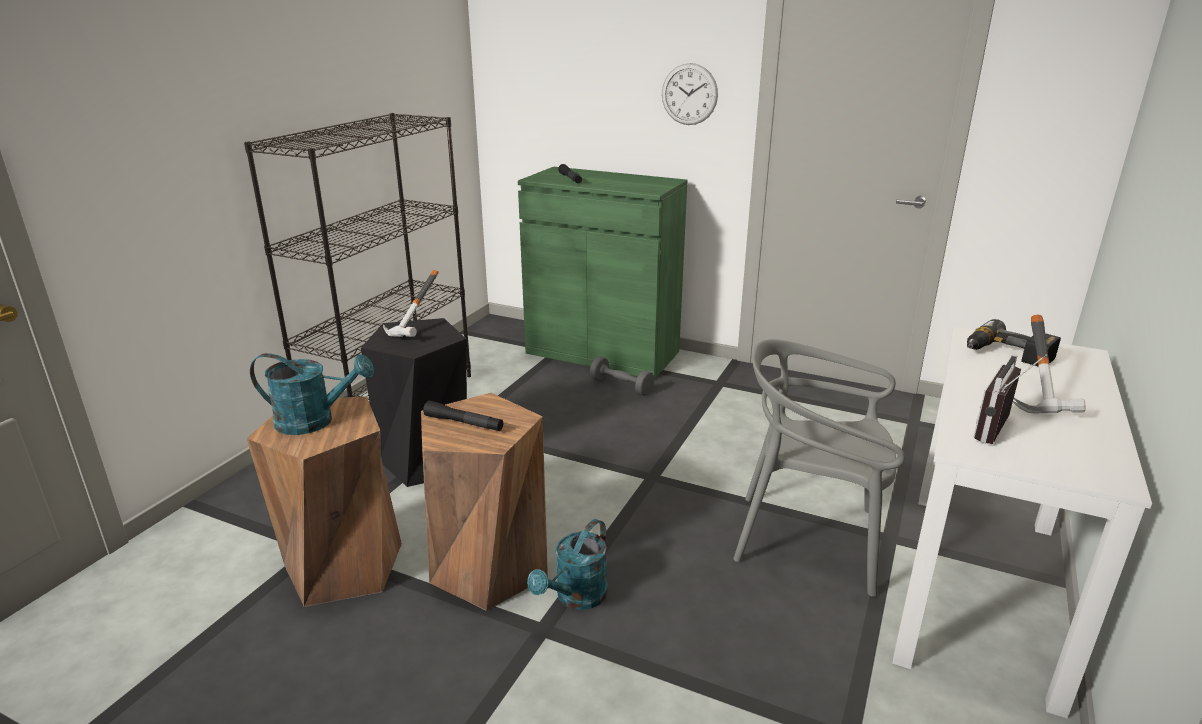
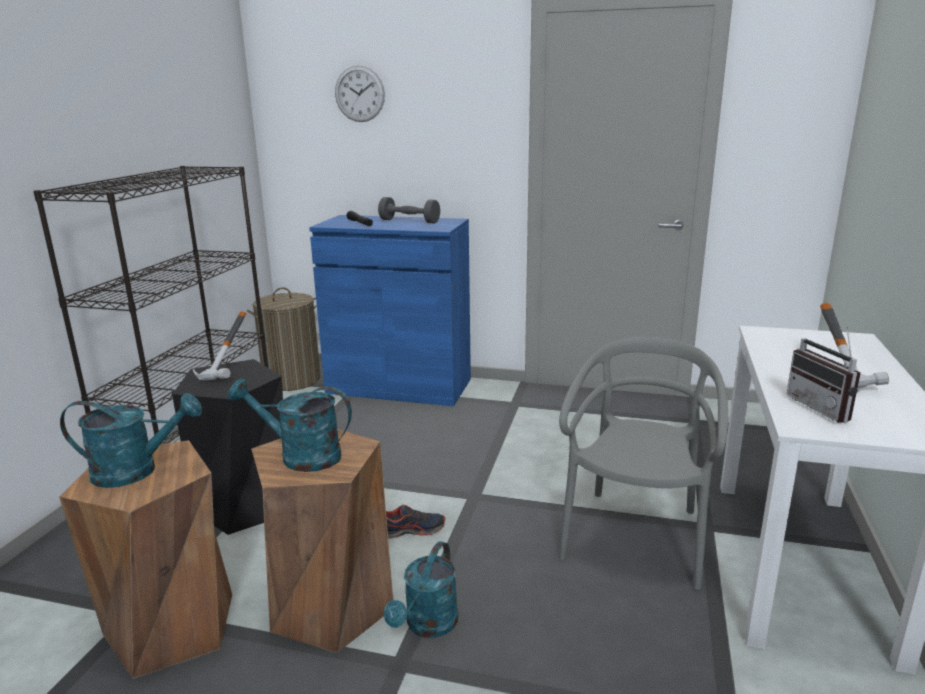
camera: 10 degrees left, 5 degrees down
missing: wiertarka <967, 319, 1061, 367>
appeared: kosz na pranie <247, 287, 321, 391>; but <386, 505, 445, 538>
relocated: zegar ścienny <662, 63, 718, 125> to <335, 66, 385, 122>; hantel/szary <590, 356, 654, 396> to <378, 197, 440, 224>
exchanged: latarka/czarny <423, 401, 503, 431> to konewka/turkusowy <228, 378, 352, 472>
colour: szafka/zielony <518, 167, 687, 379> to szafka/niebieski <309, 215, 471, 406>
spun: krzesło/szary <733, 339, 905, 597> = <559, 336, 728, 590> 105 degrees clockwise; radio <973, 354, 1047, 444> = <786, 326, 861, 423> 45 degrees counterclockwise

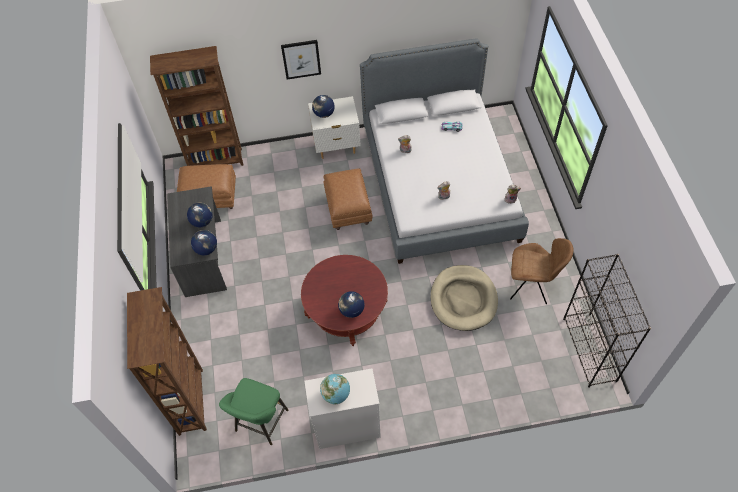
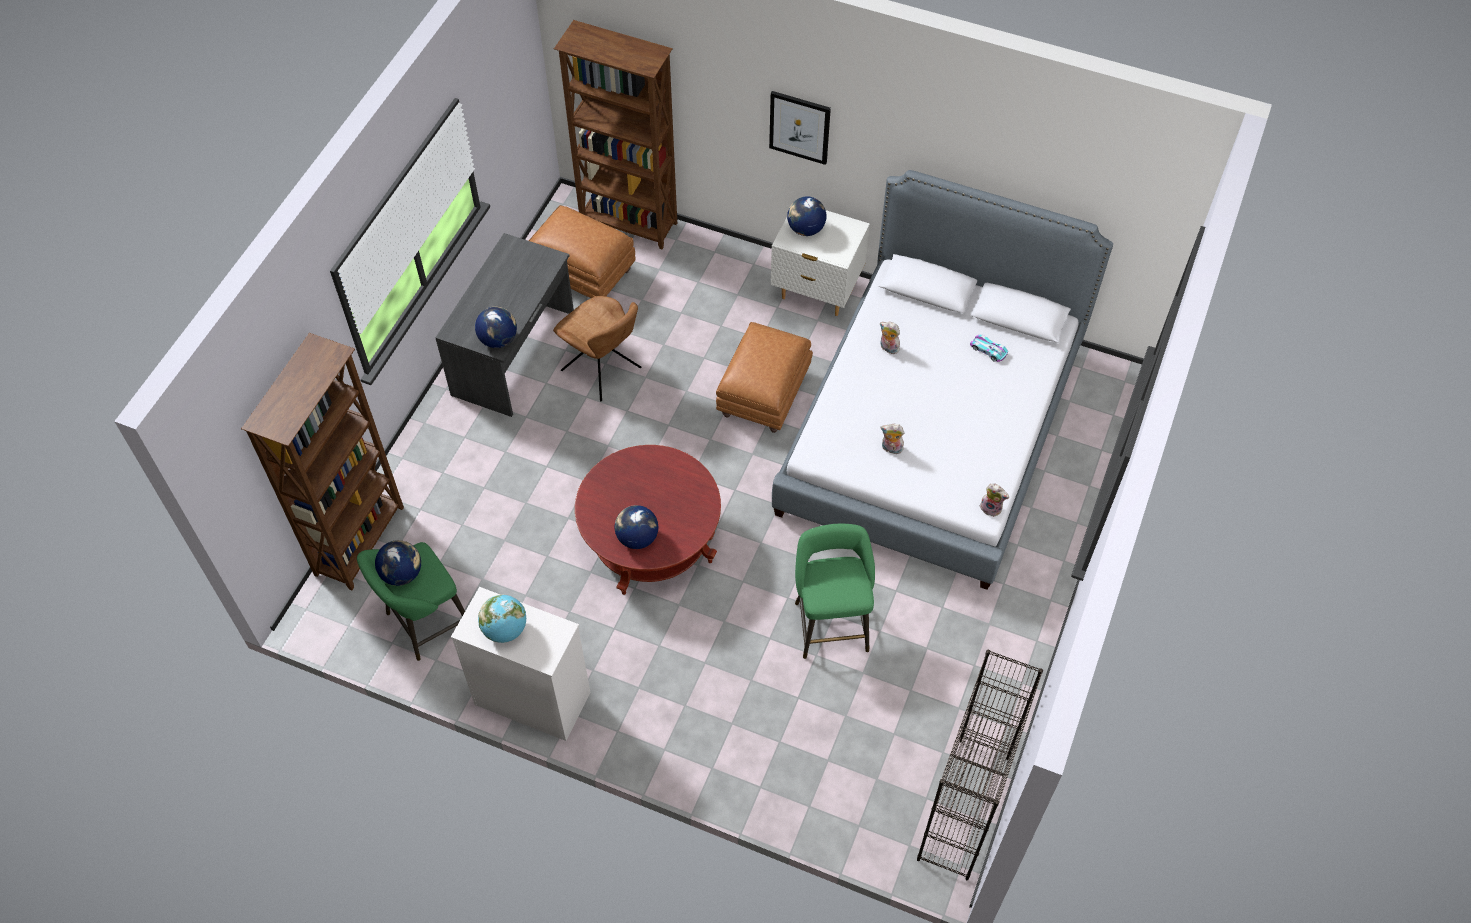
camera: 30 degrees right, 0 degrees up
relocated: globus <187, 202, 213, 227> to <375, 540, 421, 586>; krzesło/brązowy <510, 238, 574, 304> to <553, 296, 641, 402>
exchanged: legowisko/beżowy <431, 265, 498, 331> to stołek/zielony <795, 524, 875, 659>

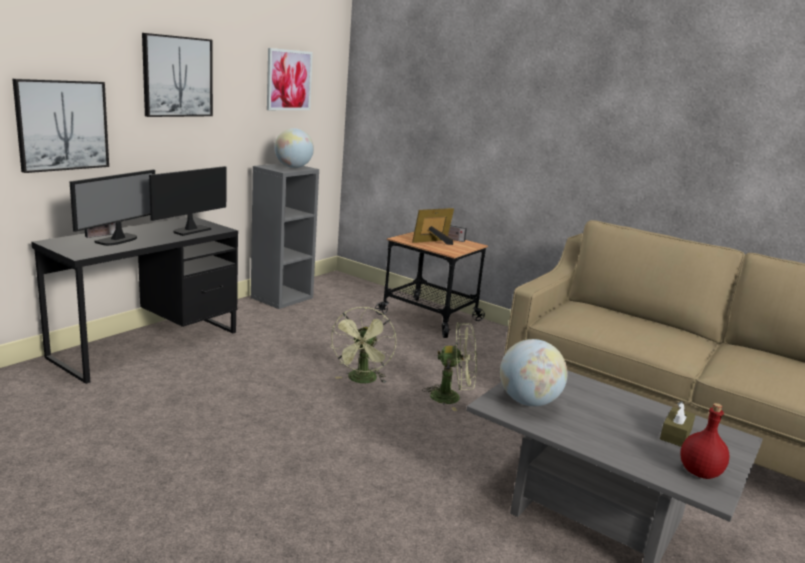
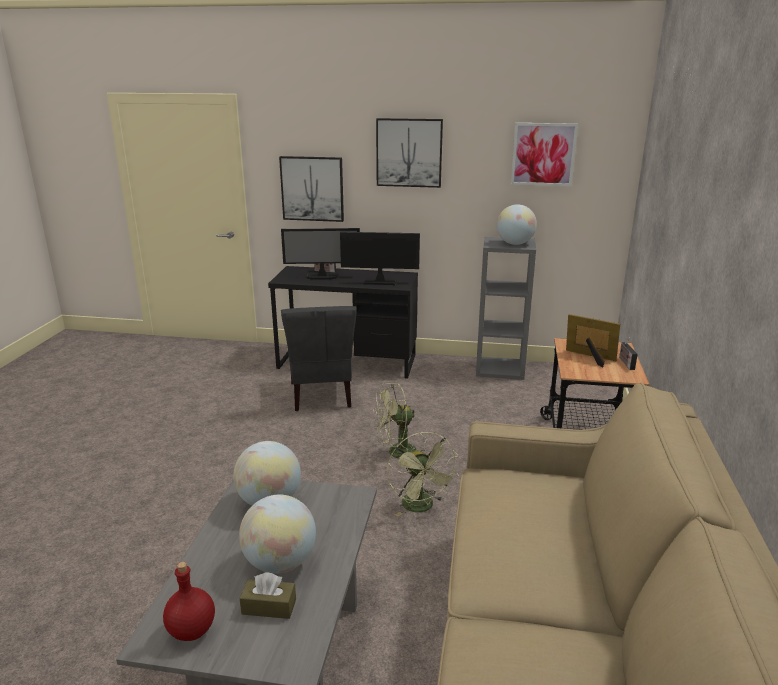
camera: 65 degrees right, 5 degrees up
appeared: krzesło/szary <281, 306, 356, 411>; globus <239, 495, 316, 574>

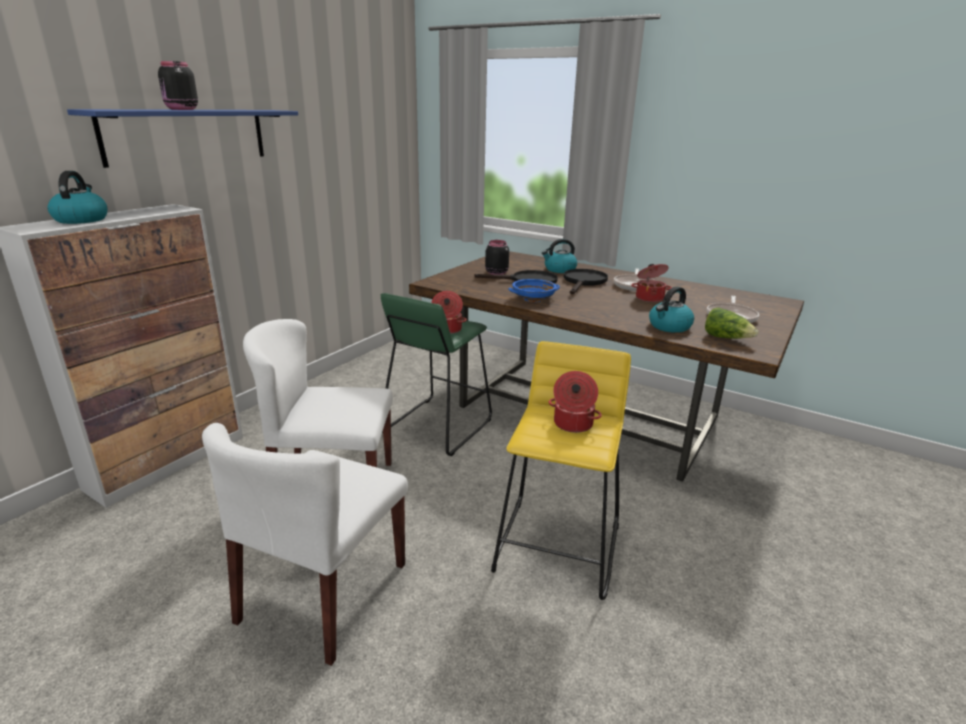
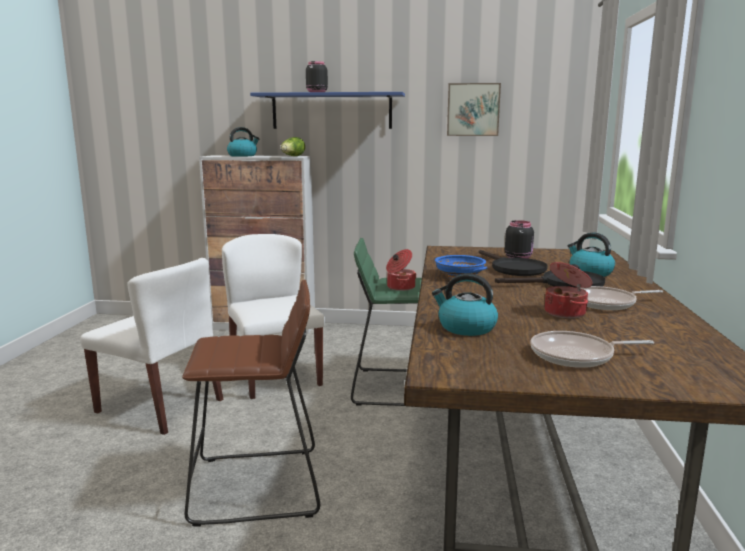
camera: 65 degrees right, 10 degrees down
missing: garnek <549, 371, 602, 433>
appeared: obraz <447, 83, 501, 136>
relocated: sałata <705, 307, 758, 339> to <281, 137, 305, 156>
colour: stołek/żółty <491, 341, 631, 600> to stołek/brązowy <182, 280, 320, 527>
spun: krzesło/biały <202, 423, 408, 666> = <80, 258, 223, 435> 150 degrees counterclockwise

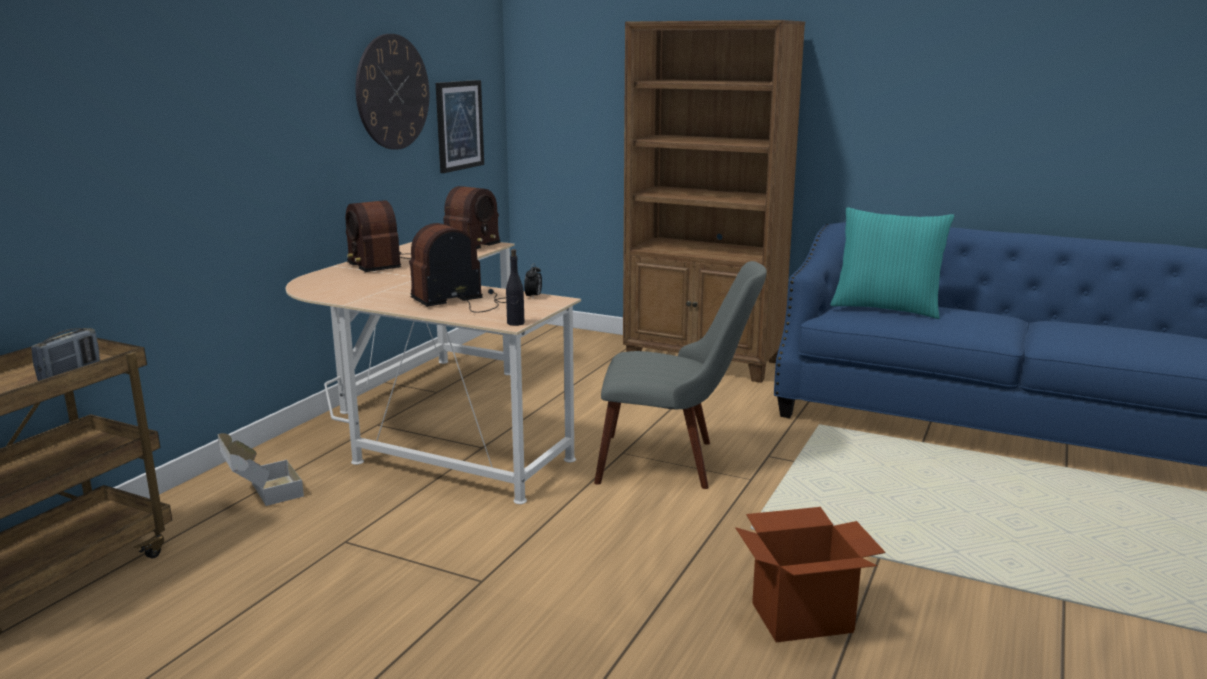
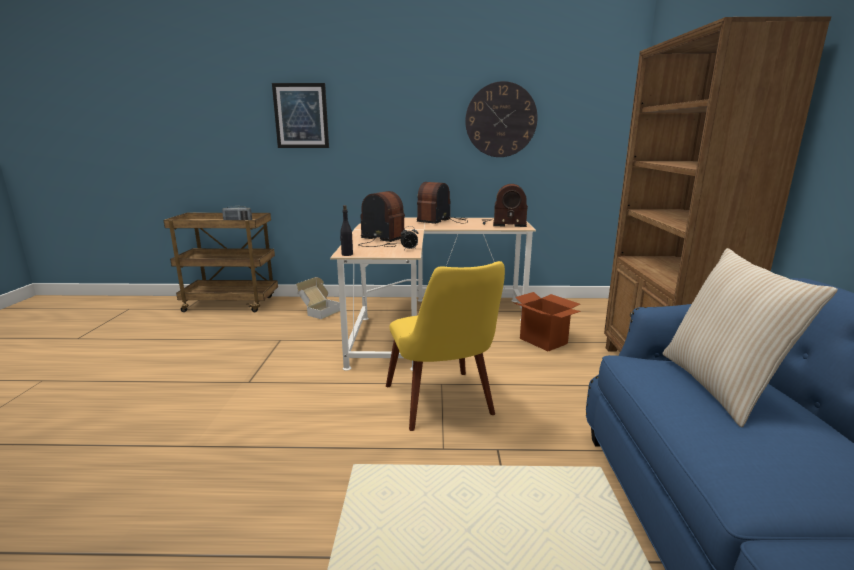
camera: 65 degrees right, 0 degrees up
relocated: obraz <436, 80, 484, 173> to <272, 83, 329, 148>; karton <735, 507, 885, 642> to <514, 292, 581, 351>
colour: poduszka/turkusowy <831, 207, 954, 319> to poduszka/beżowy <663, 248, 838, 427>; krzesło/szary <594, 261, 767, 489> to krzesło/żółty <386, 261, 505, 431>

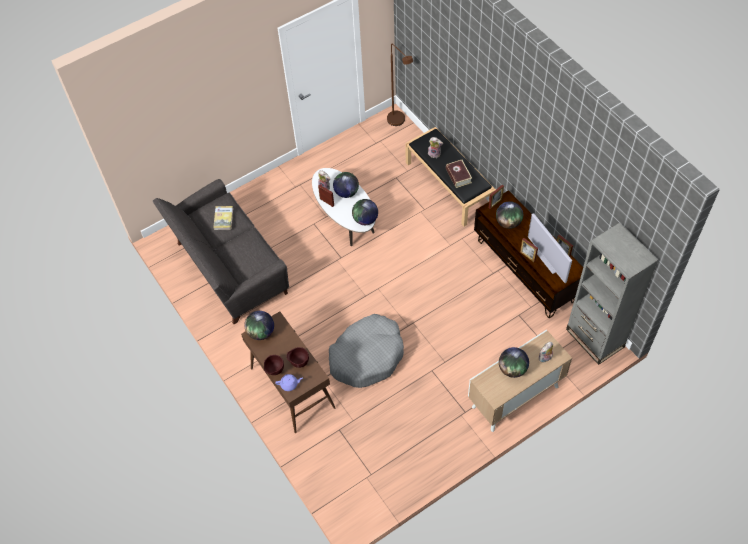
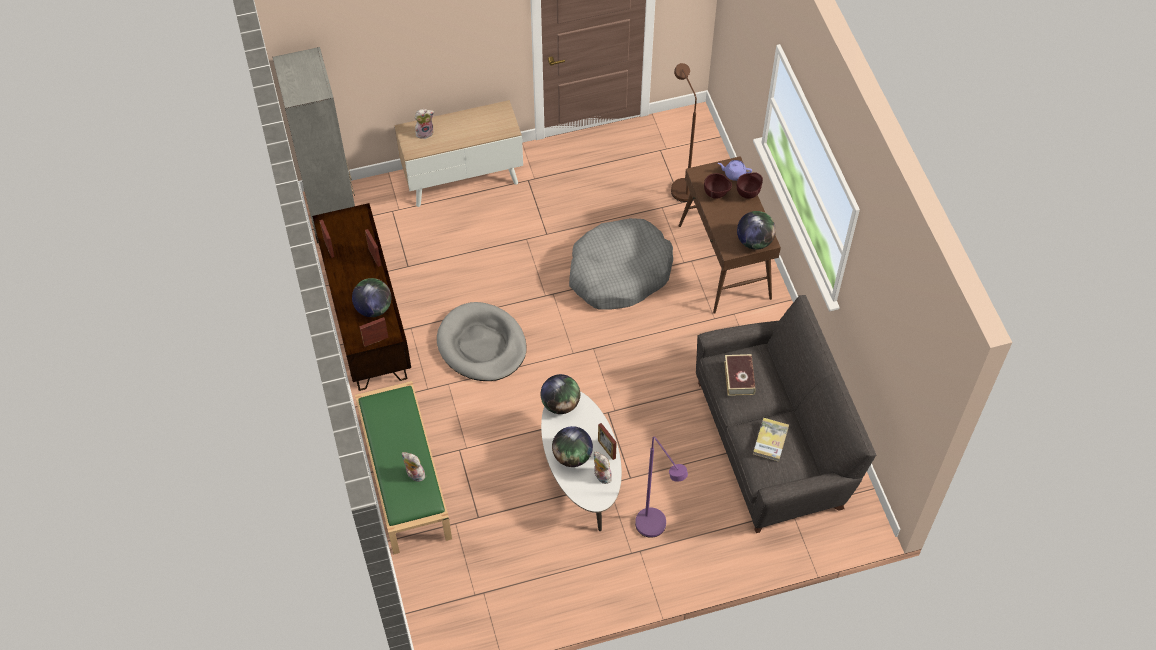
camera: 165 degrees left, 0 degrees up
missing: telewizor <528, 213, 572, 283>; globus <499, 347, 529, 378>
appeared: legowisko/szary <437, 302, 527, 381>; lampa stojąca/fioletowy <635, 437, 688, 538>
relocated: lampa stojąca/brązowy <387, 44, 413, 126> to <671, 63, 697, 202>; książka <446, 160, 472, 188> to <724, 354, 756, 396>
colour: ławka/czarny <405, 127, 496, 226> to ławka/zielony <355, 381, 452, 555>

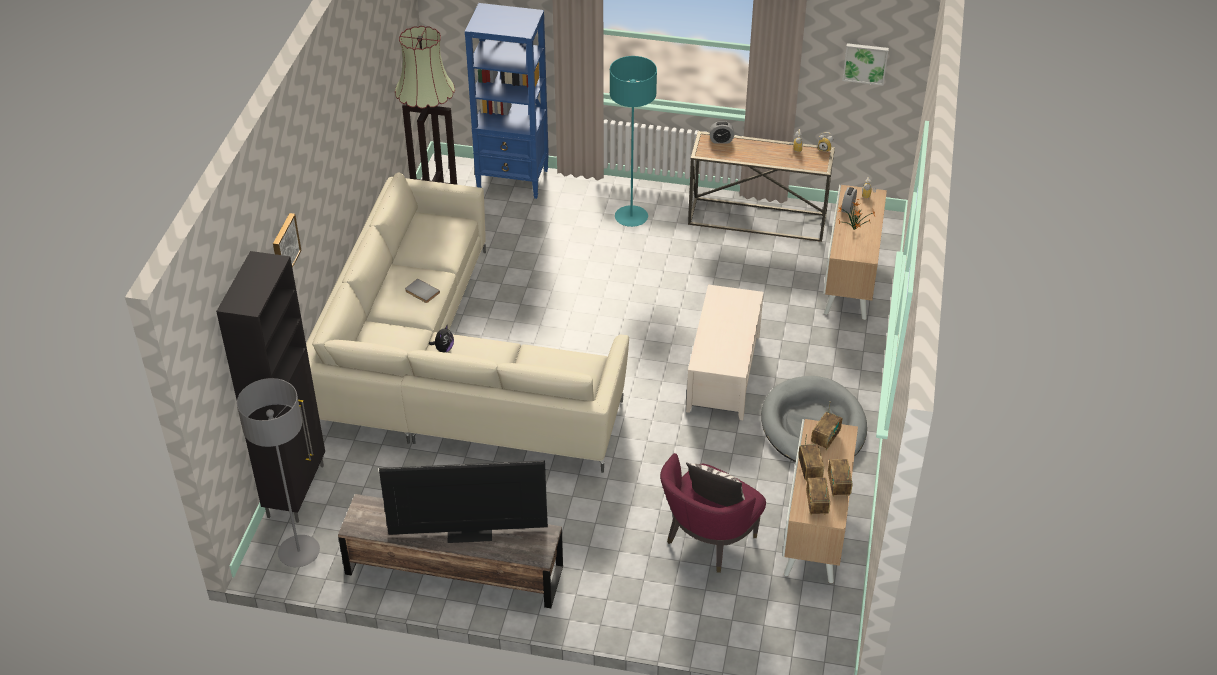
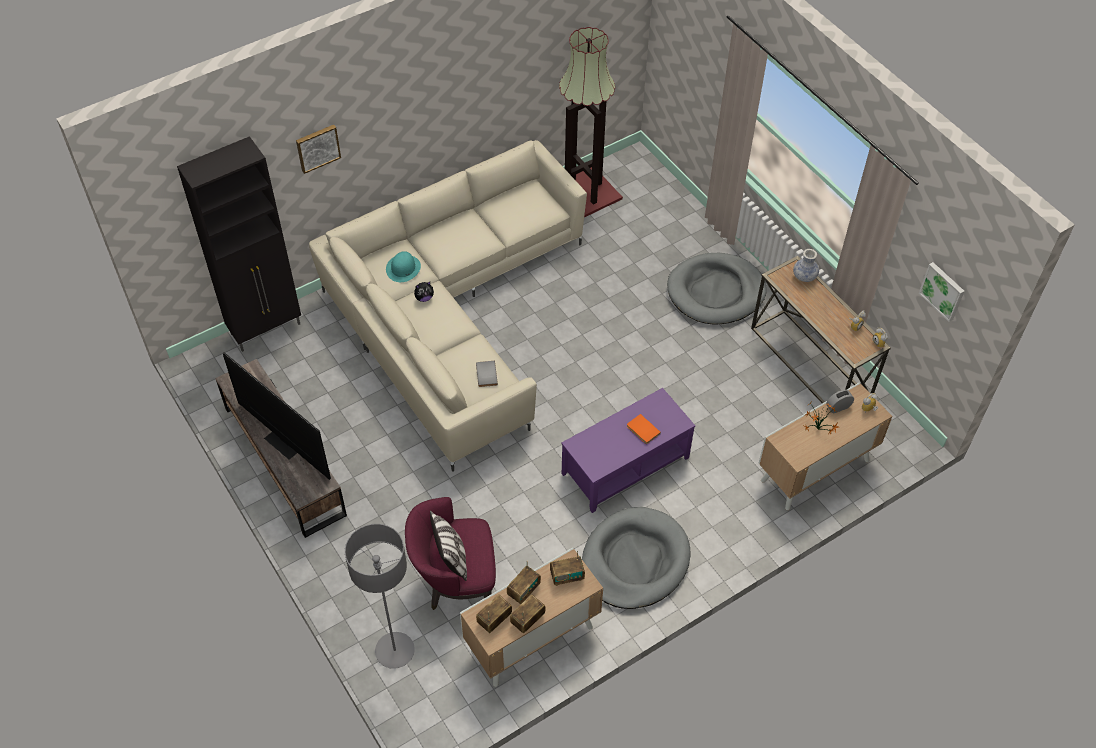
camera: 45 degrees right, 10 degrees up
missing: regał/niebieski <465, 3, 549, 199>
appeared: kapelusz/turkusowy <386, 251, 421, 282>; książka/pomarańczowy <627, 414, 661, 444>
relocated: książka/szary <405, 279, 440, 303> to <476, 361, 498, 387>; lampa stojąca/szary <237, 378, 320, 567> to <345, 524, 415, 669>
exchanged: lampa stojąca/turkusowy <610, 56, 657, 227> to legowisko/szary <667, 253, 767, 324>; budzik <709, 121, 734, 143> to wazon <793, 249, 819, 282>
colour: ława/beżowy <686, 285, 764, 420> to ława/fioletowy <561, 388, 695, 513>

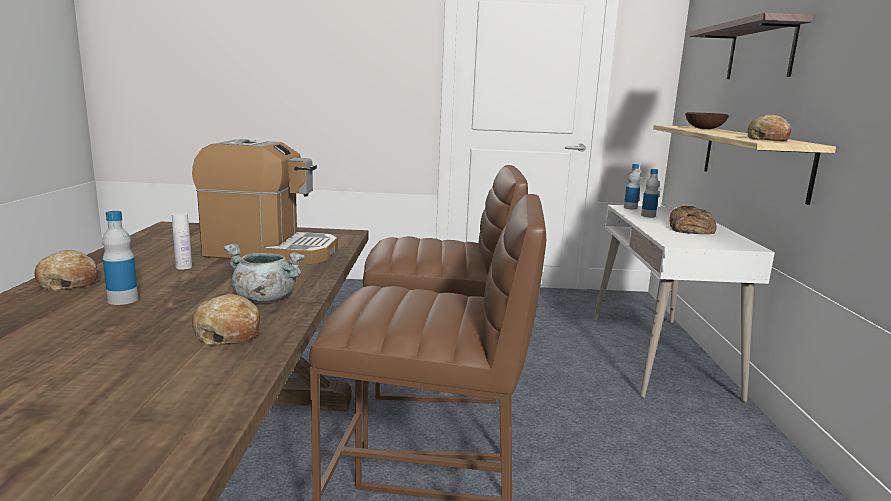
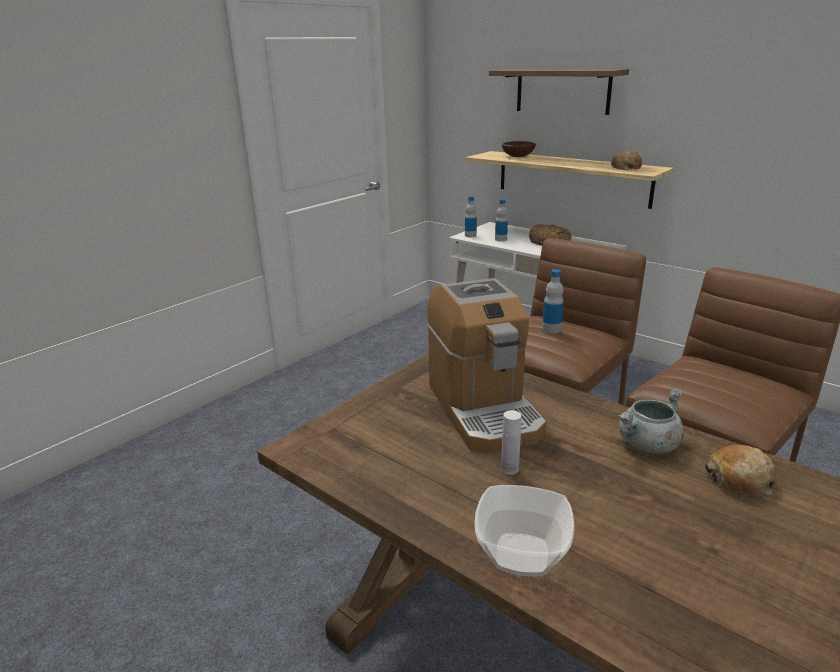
camera: 50 degrees left, 10 degrees up
relocated: butelka <102, 211, 138, 305> to <542, 269, 564, 333>
exchanged: chleb <34, 250, 98, 291> to miska <474, 485, 575, 576>
spun: ekspres do kawy <192, 139, 338, 264> = <427, 278, 547, 453> 120 degrees clockwise

